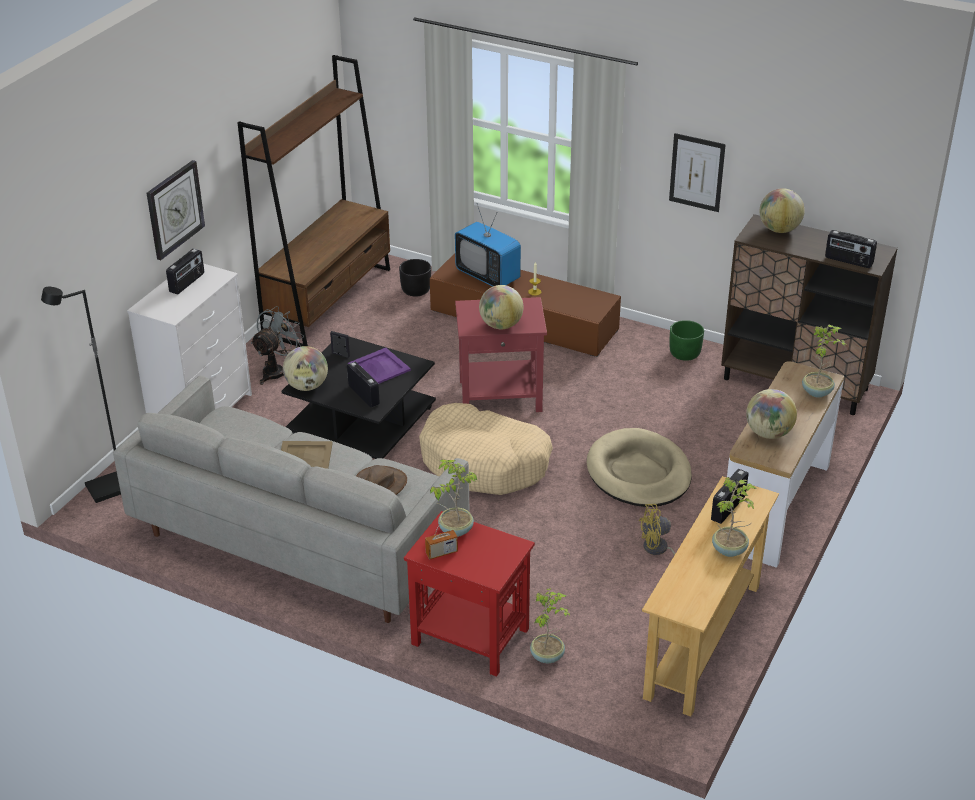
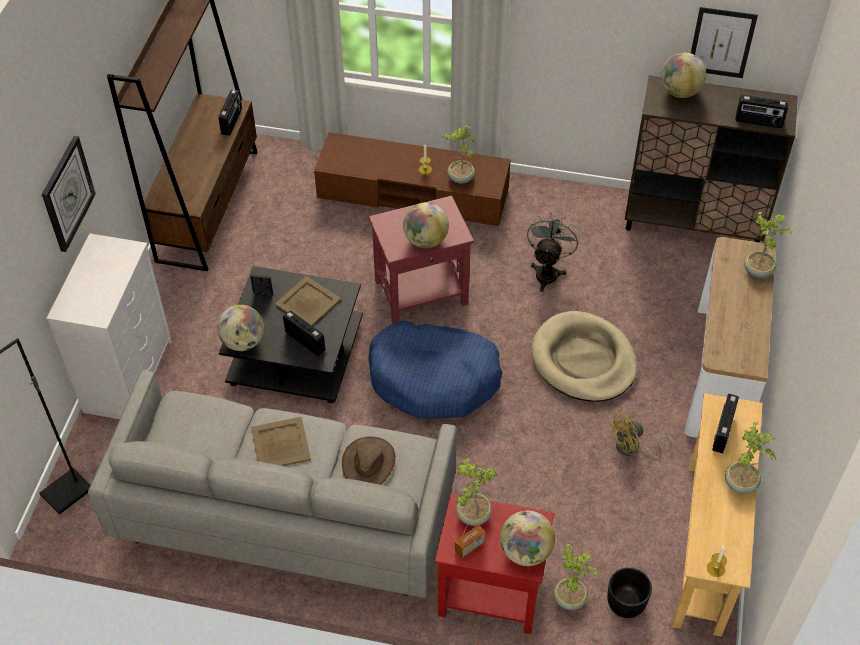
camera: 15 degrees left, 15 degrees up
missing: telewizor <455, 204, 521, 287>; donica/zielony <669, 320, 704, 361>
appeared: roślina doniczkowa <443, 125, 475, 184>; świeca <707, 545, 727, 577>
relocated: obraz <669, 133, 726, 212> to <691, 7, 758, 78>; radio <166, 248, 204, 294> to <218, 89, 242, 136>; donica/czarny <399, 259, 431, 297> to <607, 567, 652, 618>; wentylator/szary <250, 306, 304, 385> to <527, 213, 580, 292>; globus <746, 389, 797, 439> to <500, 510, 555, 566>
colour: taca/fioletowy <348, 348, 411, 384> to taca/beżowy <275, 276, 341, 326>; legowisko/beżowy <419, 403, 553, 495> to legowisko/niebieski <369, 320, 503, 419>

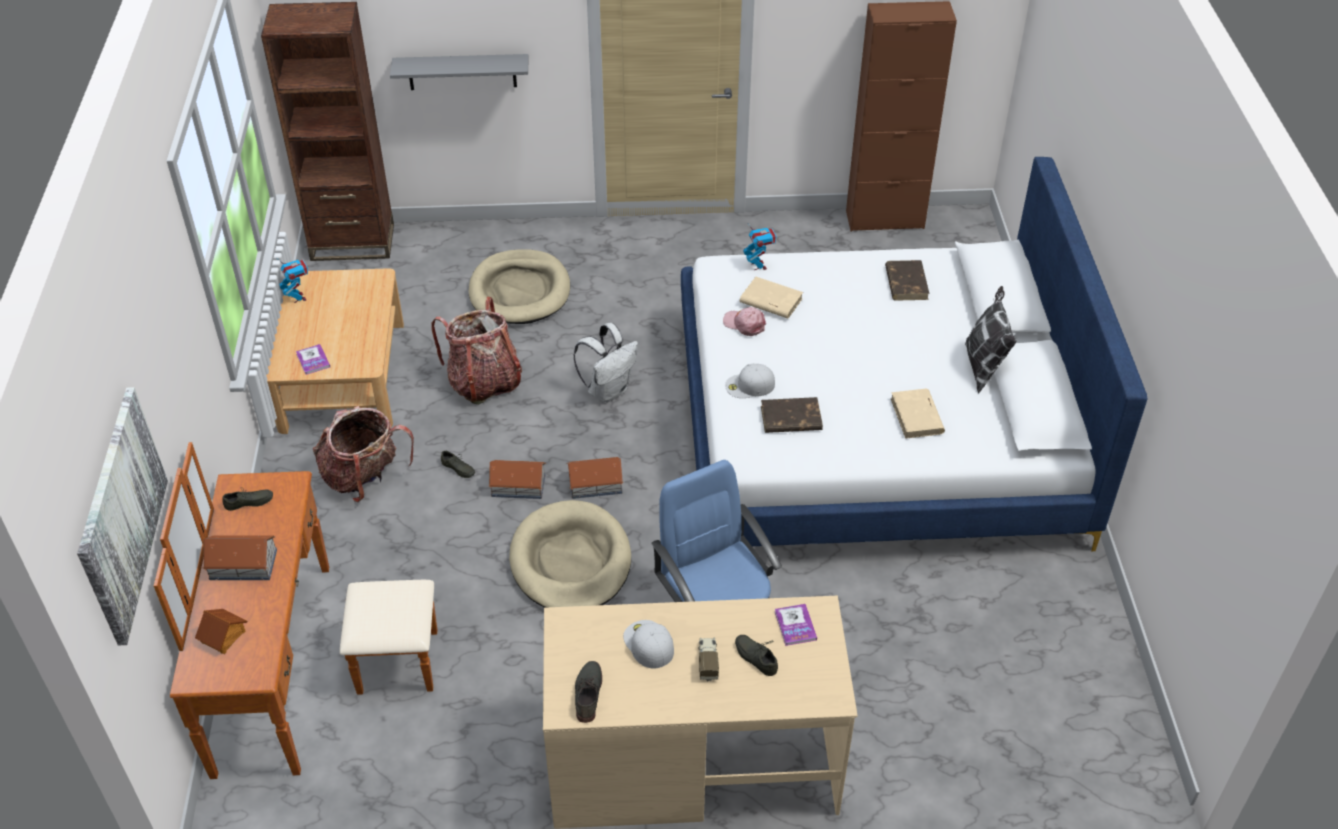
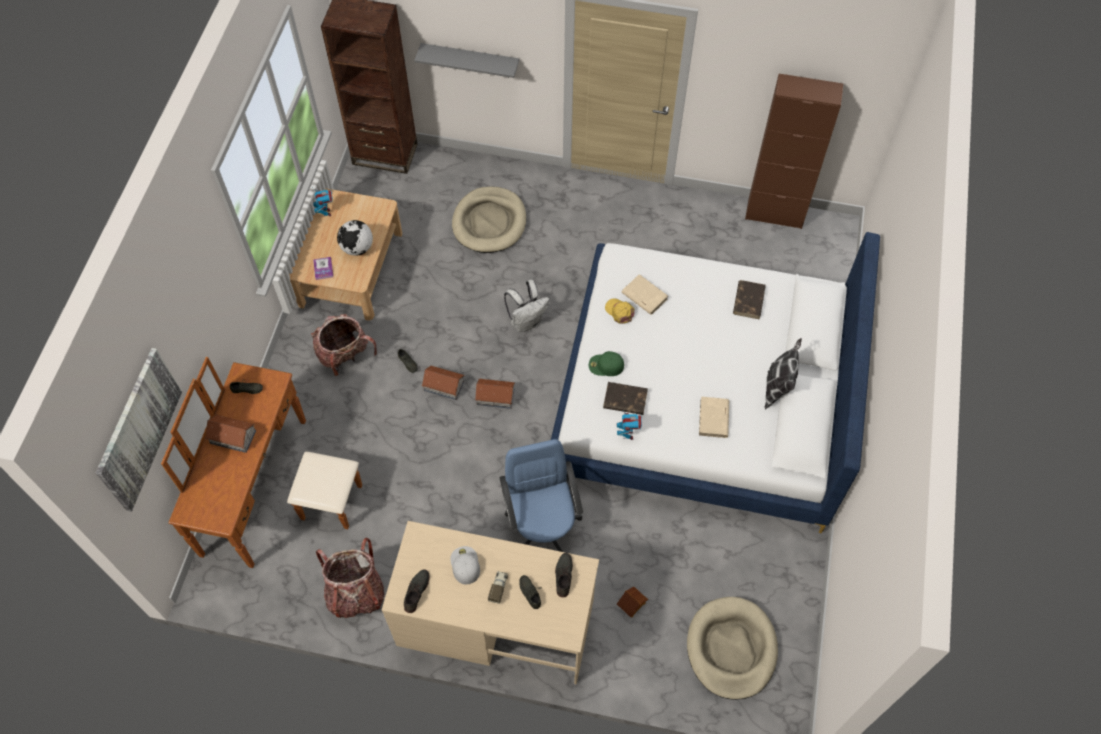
camera: 15 degrees right, 15 degrees up
appeared: globus <337, 220, 373, 256>
relocated: robot zabawkowy <743, 225, 777, 270> to <617, 411, 642, 440>; plecak <431, 297, 522, 405> to <316, 538, 384, 618>; legowisko/beżowy <509, 500, 631, 608> to <687, 597, 778, 700>; domek <195, 609, 247, 654> to <617, 586, 648, 617>
exchanged: książka <775, 604, 817, 646> to but/szary <555, 553, 573, 597>
colour: czapka z daszkiem/różowy <723, 307, 766, 336> to czapka z daszkiem/żółty <605, 298, 635, 324>; czapka z daszkiem/biały <725, 364, 775, 398> to czapka z daszkiem/zielony <589, 351, 624, 376>

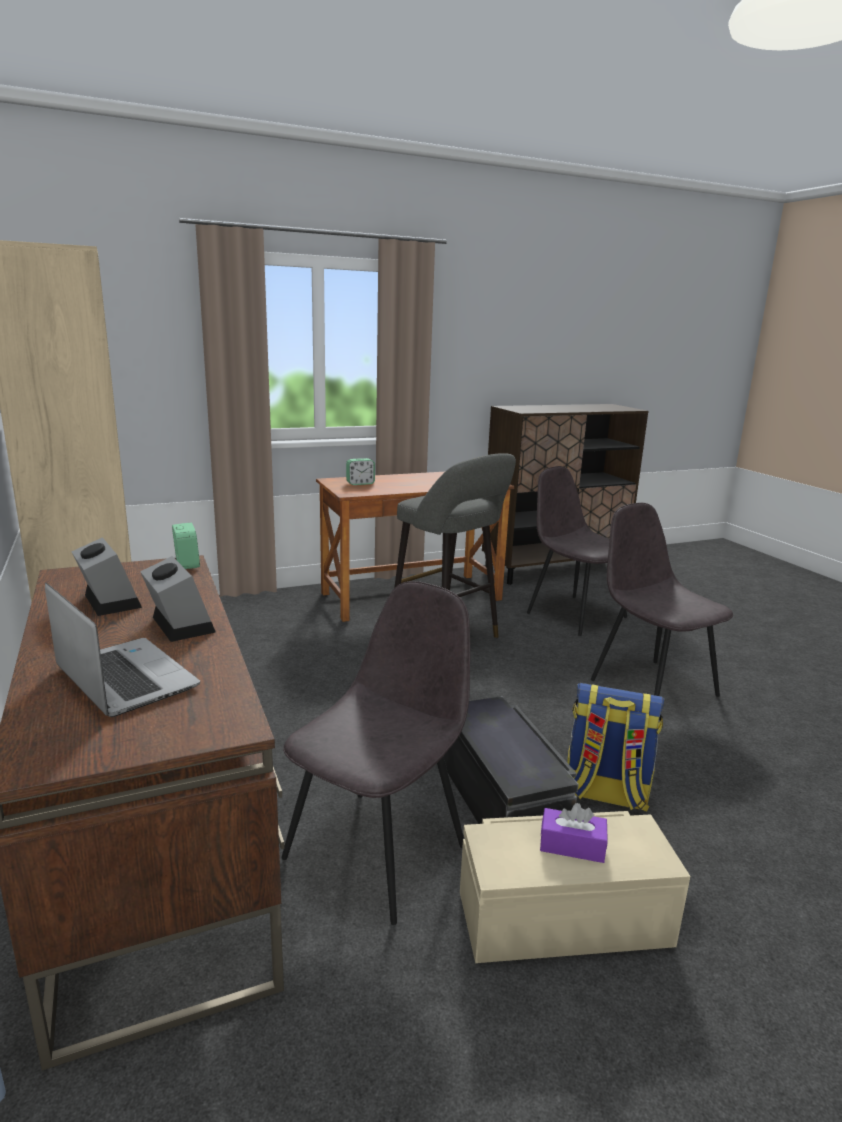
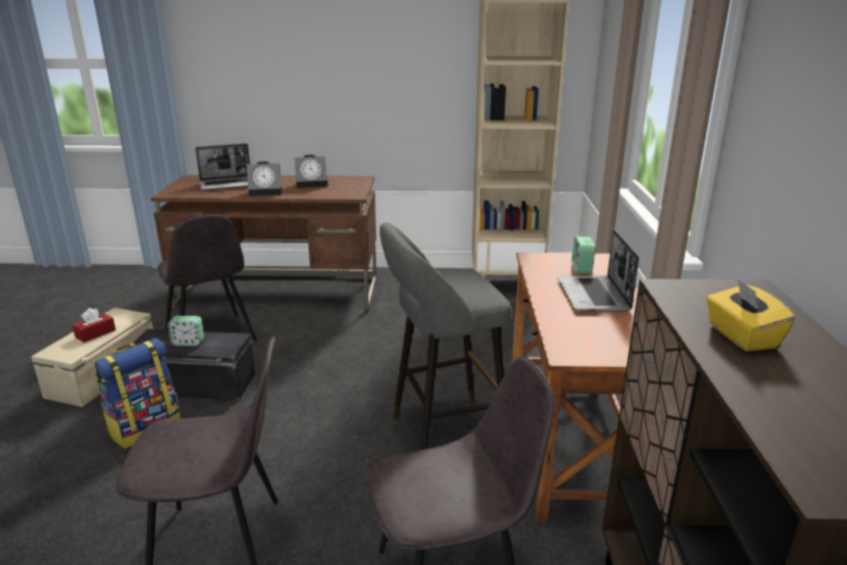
camera: 115 degrees right, 5 degrees up
appeared: laptop <557, 230, 639, 312>; pudełko chusteczek/żółty <706, 278, 795, 351>
relocated: budzik <172, 523, 200, 569> to <168, 316, 204, 346>
colour: pudełko chusteczek/fioletowy <540, 803, 608, 863> to pudełko chusteczek/czerwony <72, 308, 116, 343>

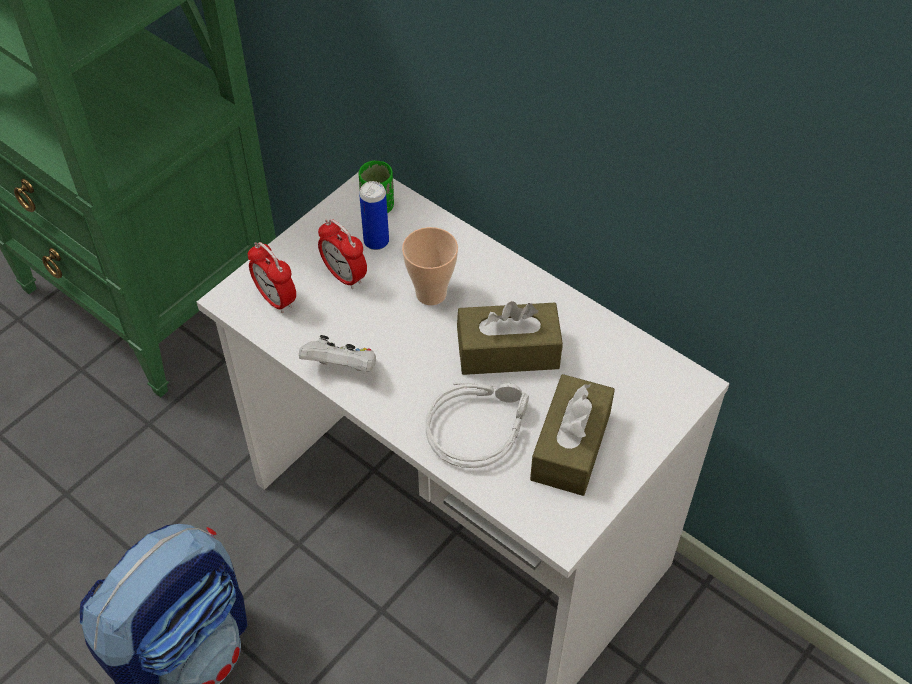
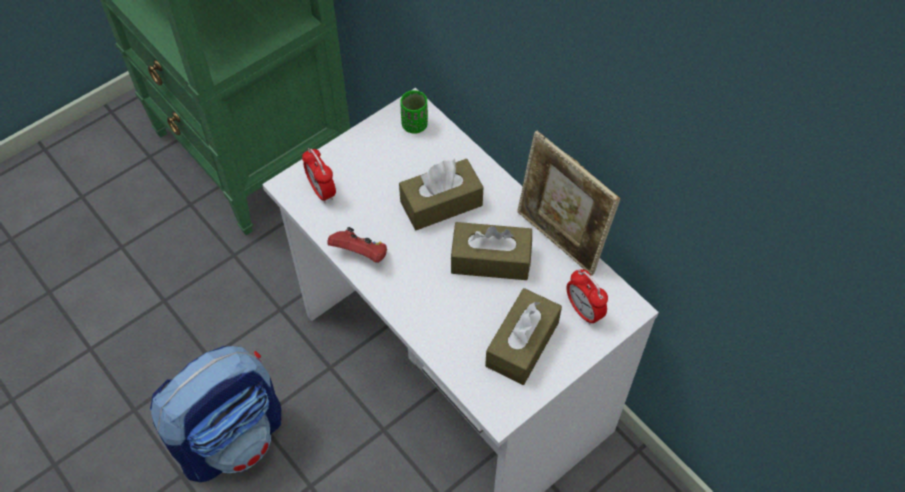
camera: 10 degrees right, 5 degrees up
missing: puszka <359, 181, 389, 250>; słuchawki/szary <425, 383, 529, 468>
appeared: ramka na zdjęcie <517, 131, 620, 276>
relocated: budzik <318, 219, 367, 289> to <566, 269, 608, 325>
exchanged: filiżanka <402, 227, 458, 305> to pudełko chusteczek/brązowy <399, 159, 483, 230>
colour: pad do gier/biały <299, 335, 376, 372> to pad do gier/czerwony <327, 227, 387, 263>

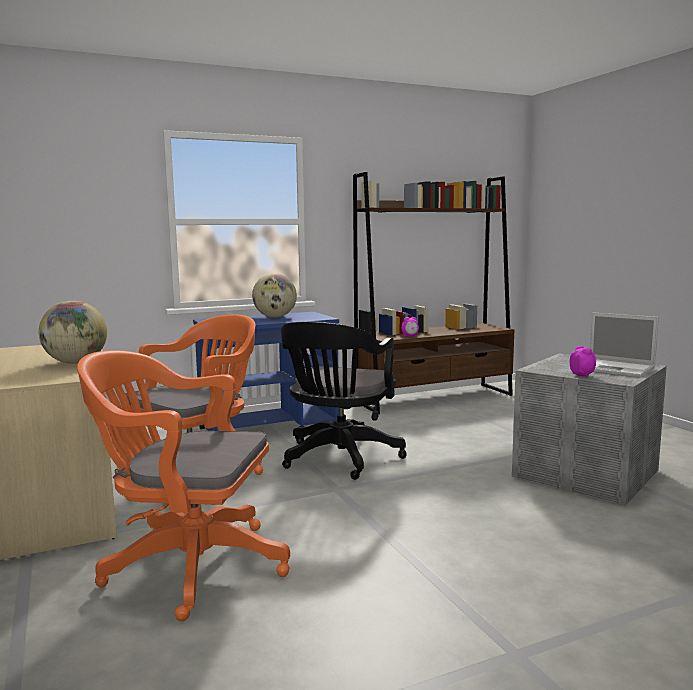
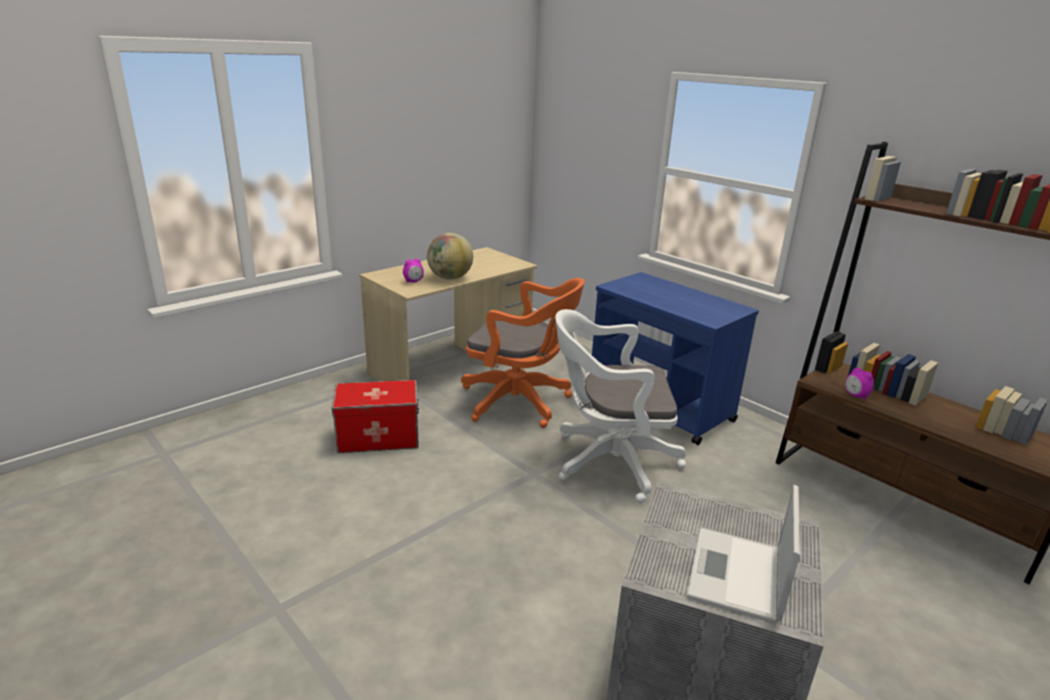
camera: 70 degrees right, 15 degrees up
missing: globus <252, 273, 297, 318>
relocated: budzik <569, 346, 596, 377> to <403, 259, 424, 282>
exchanged: krzesło biurowe/pomarańczowy <77, 350, 290, 621> to pojemnik do przechowywania <332, 380, 419, 453>
colour: krzesło biurowe/czarny <281, 321, 407, 480> to krzesło biurowe/biały <555, 309, 686, 503>

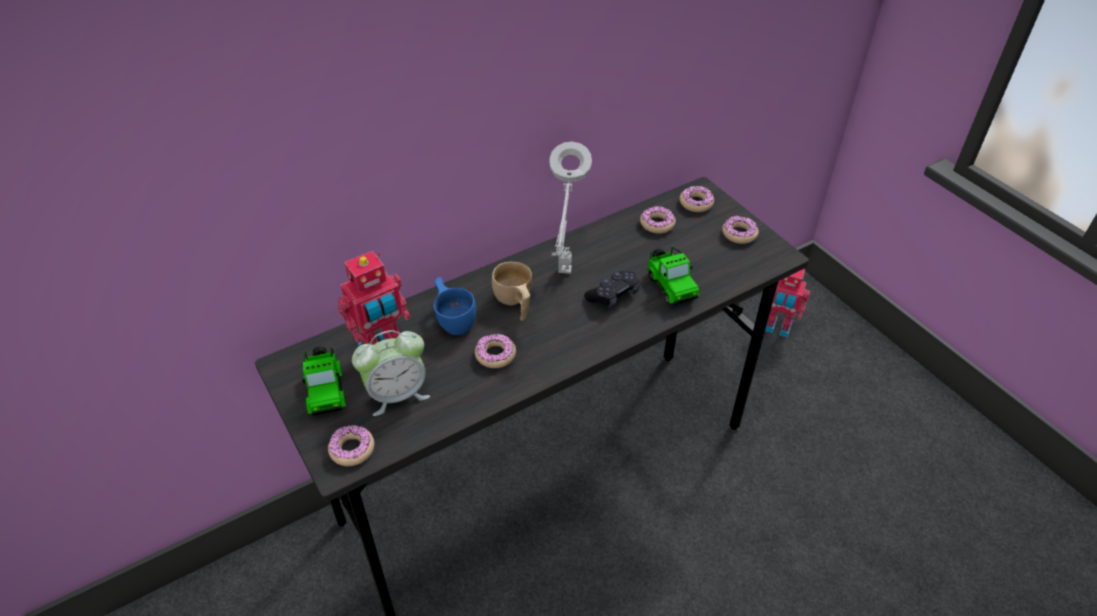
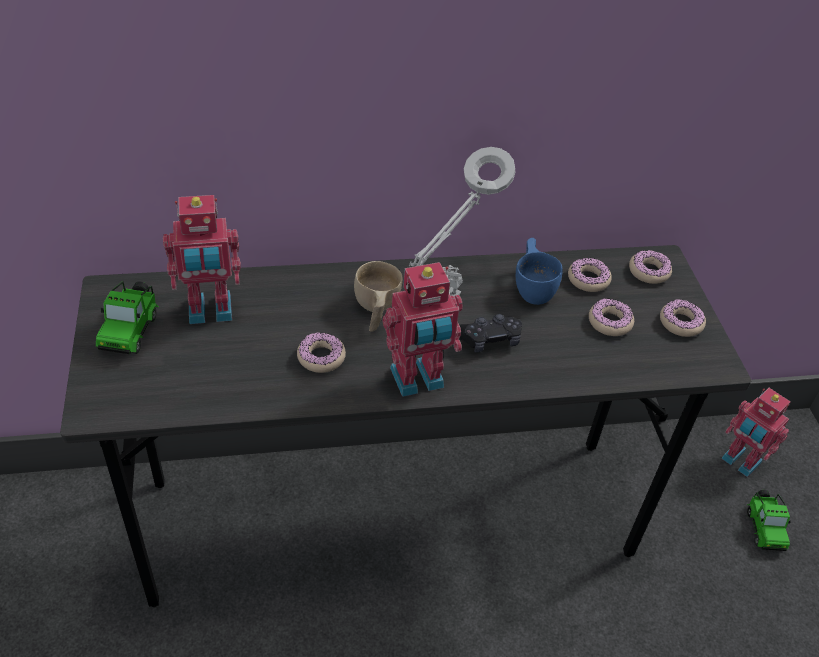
camera: 20 degrees right, 0 degrees up
missing: budzik <352, 330, 430, 416>
appeared: robot zabawkowy <383, 262, 463, 397>
relocated: samochodzik <647, 247, 699, 305> to <747, 490, 791, 551>; filiżanka/niebieski <434, 277, 476, 335> to <516, 238, 563, 305>; donut <328, 425, 374, 466> to <589, 298, 634, 336>

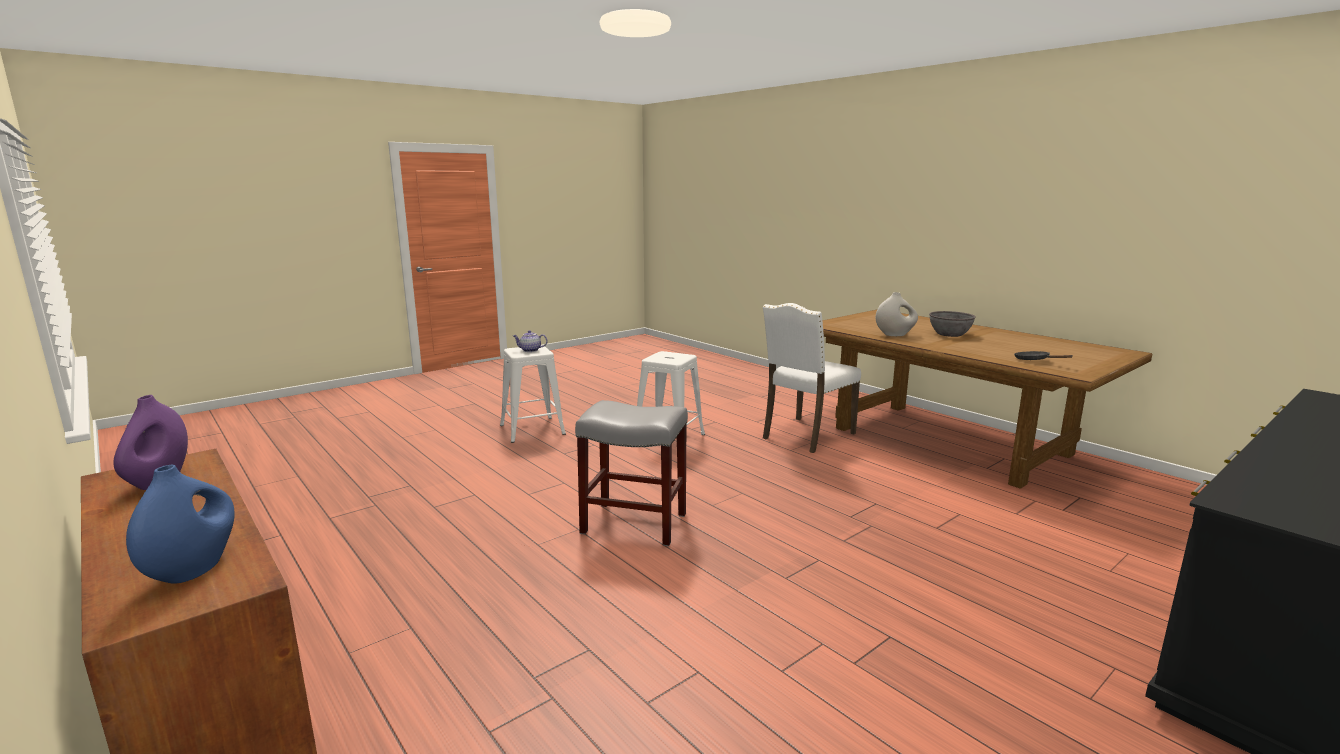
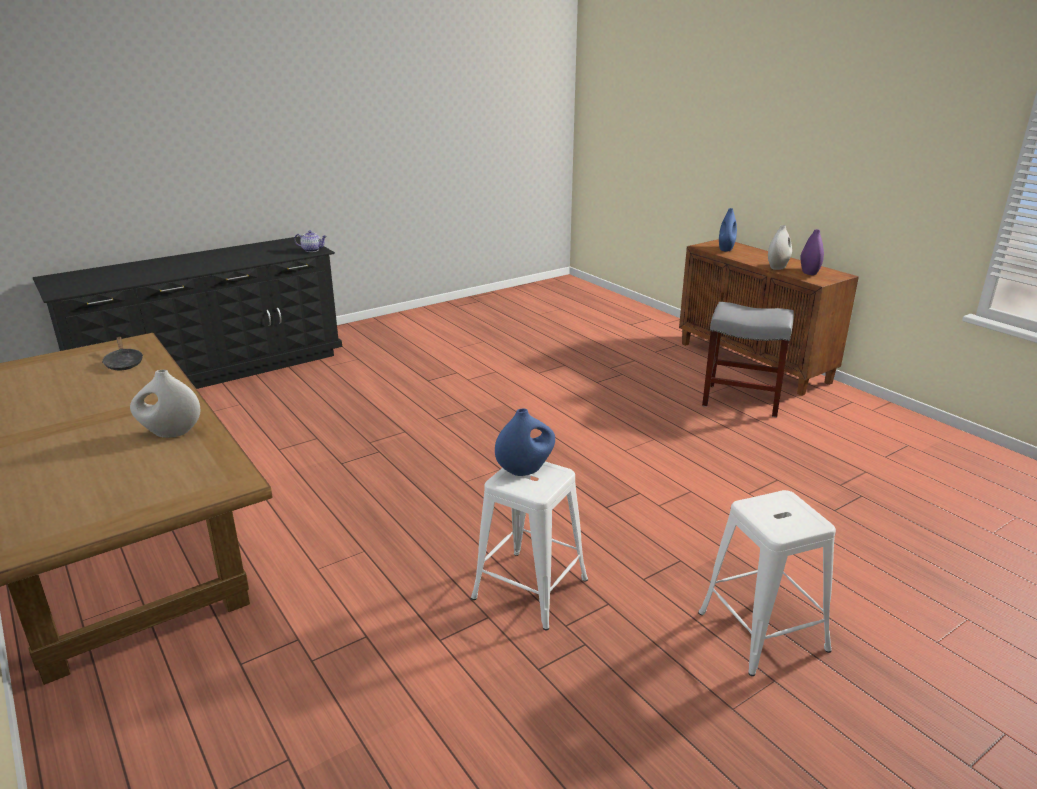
camera: 175 degrees left, 10 degrees up
missing: krzesło/biały <763, 303, 861, 453>; miska/szary <929, 311, 976, 337>
appeared: wazon/biały <768, 225, 792, 270>; wazon/niebieski <495, 408, 555, 476>
relocated: imbryk <513, 330, 547, 352> to <294, 230, 327, 252>; stołek/szary <575, 400, 688, 546> to <702, 302, 794, 417>

